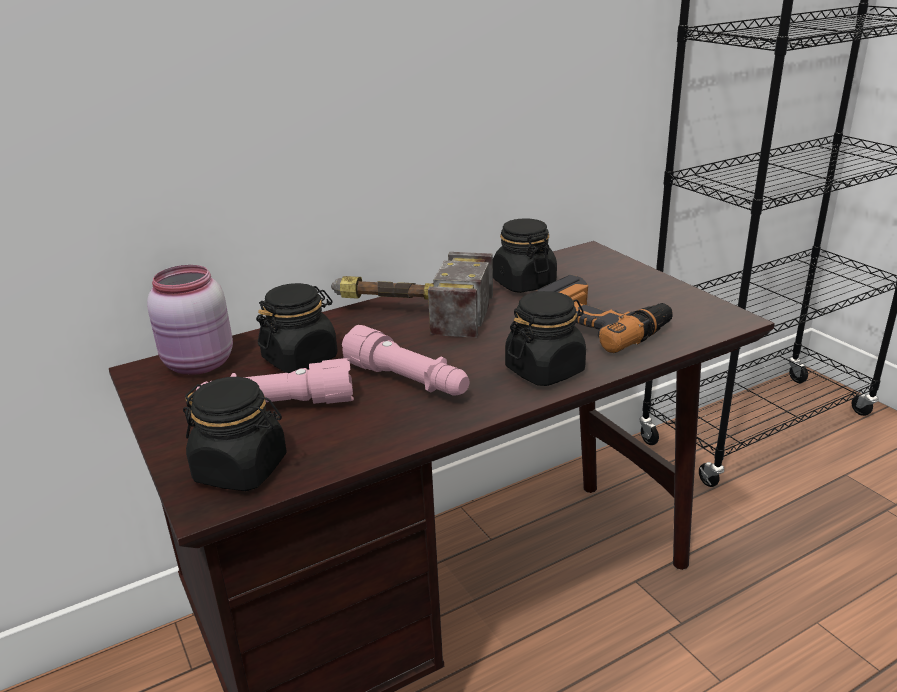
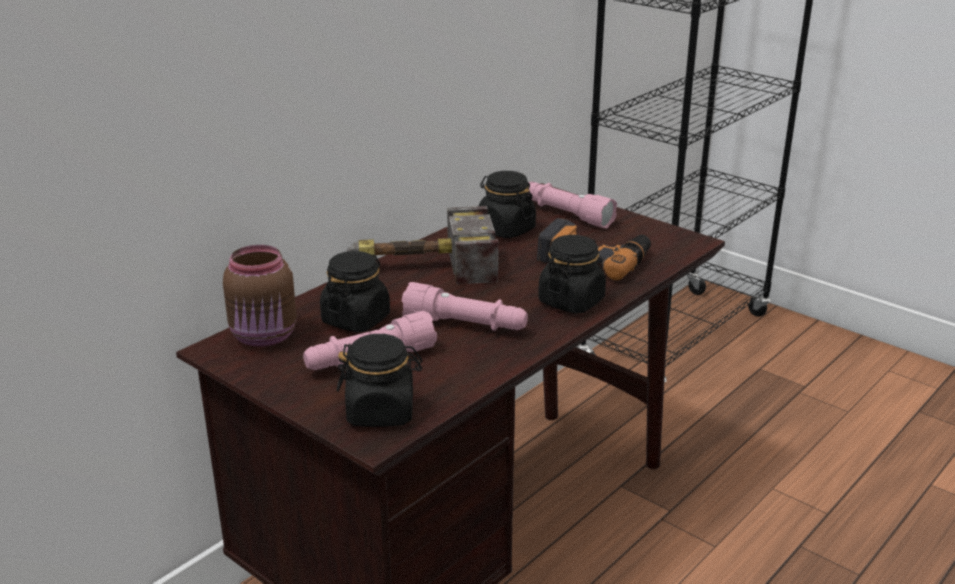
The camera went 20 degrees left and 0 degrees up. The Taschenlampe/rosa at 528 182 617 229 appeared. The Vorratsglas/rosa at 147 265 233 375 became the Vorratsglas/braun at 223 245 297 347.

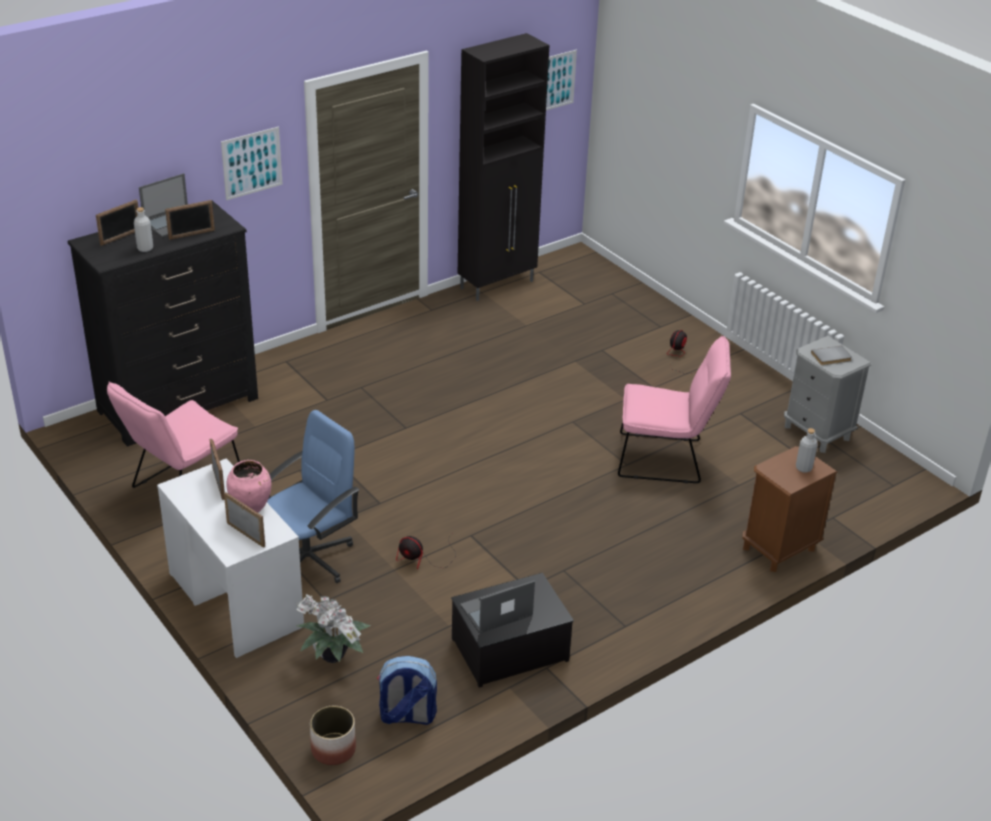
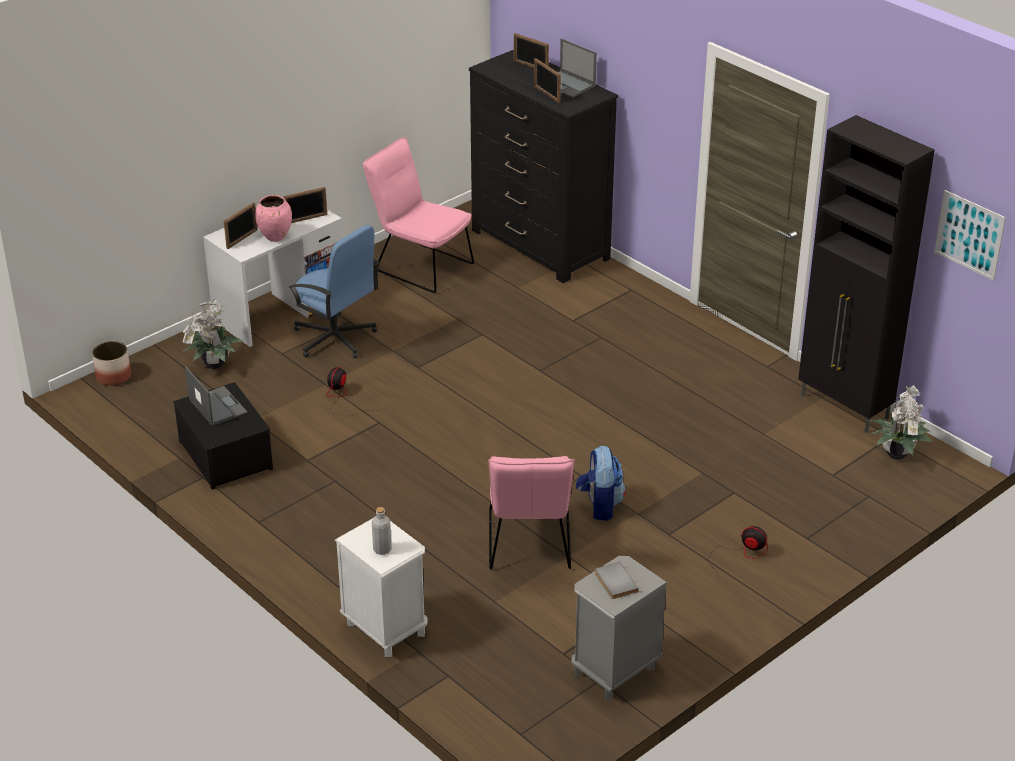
The camera went 85 degrees right and 0 degrees up. The Flasche/grau at 134 207 153 252 disappeared. The Bild at 221 127 283 200 disappeared. The Topfpflanze at 869 385 933 460 appeared. The Rucksack moved from 377 656 437 725 to 576 446 625 521. The Nachttisch/braun at 742 446 838 572 became the Nachttisch/weiß at 335 518 428 657.

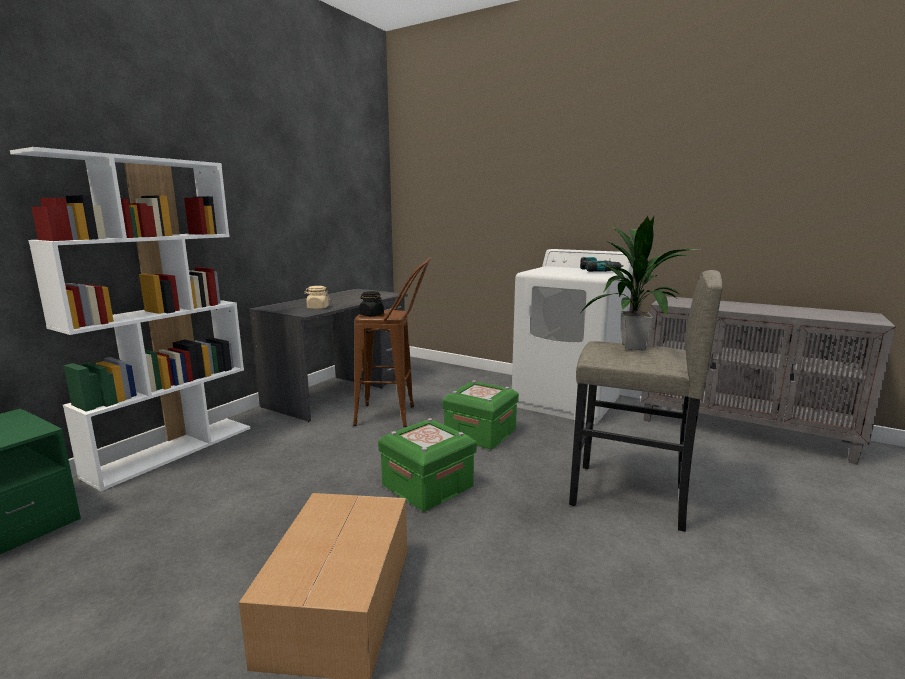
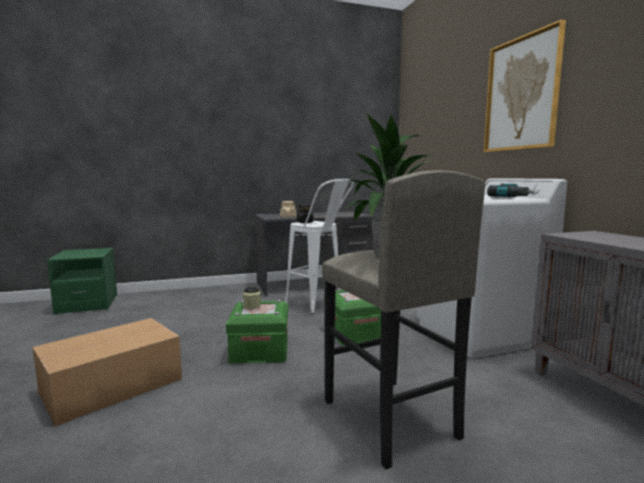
The camera went 40 degrees right and 5 degrees down. The Bücherregal/weiß at 10 147 250 491 disappeared. The Vorratsglas at 243 287 261 309 appeared. The Bild at 484 20 566 152 appeared. The Hocker/braun at 353 257 432 427 became the Hocker/weiß at 285 179 354 315.

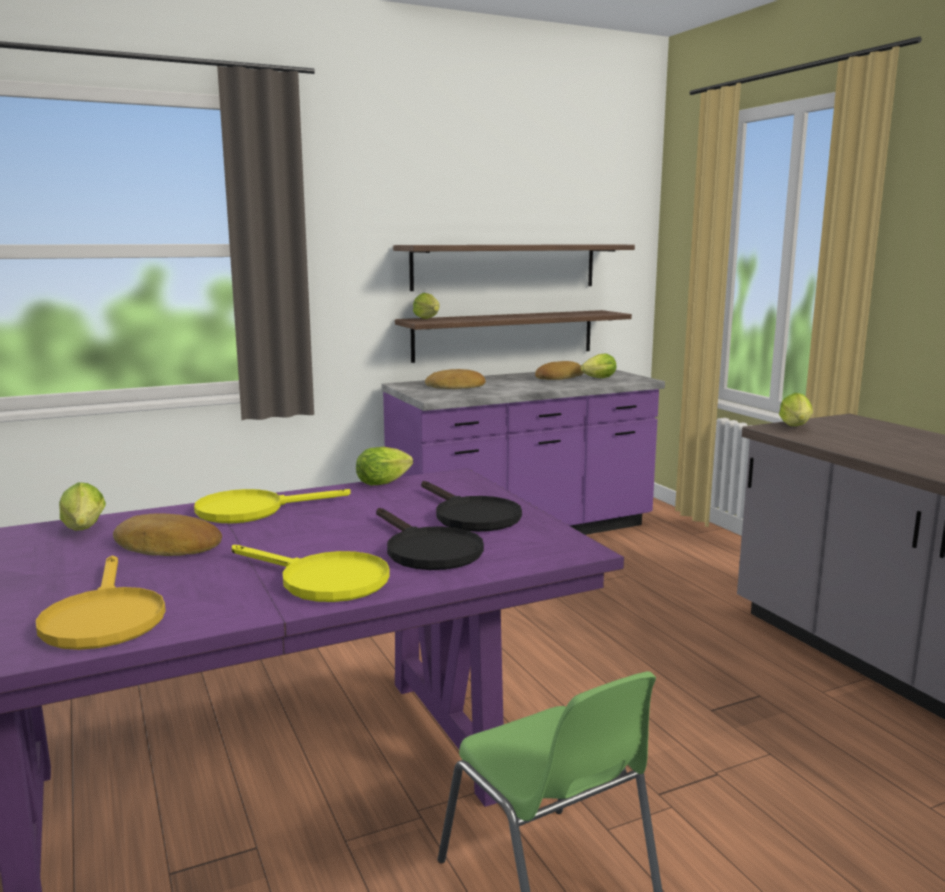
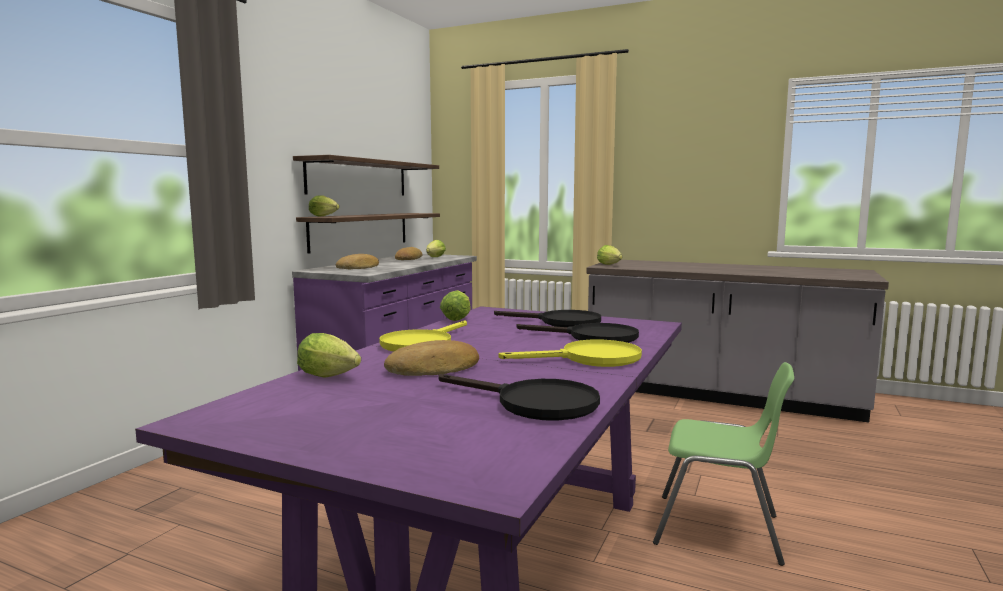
The camera went 40 degrees left and 5 degrees down. The Pfanne/gelb at 36 556 166 650 became the Pfanne/schwarz at 439 374 600 421.

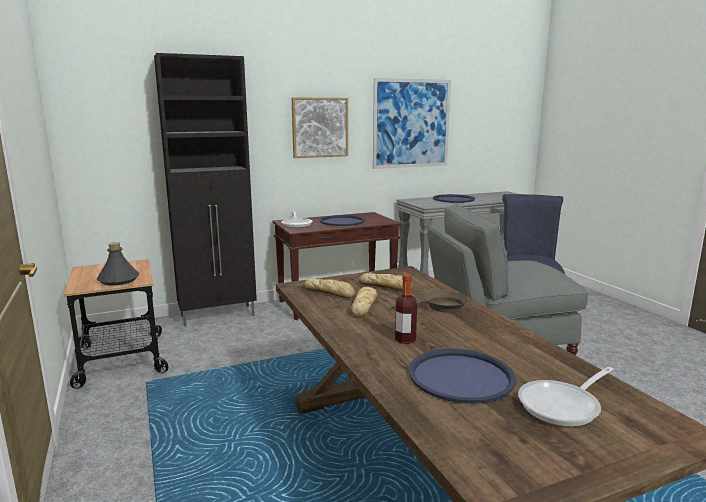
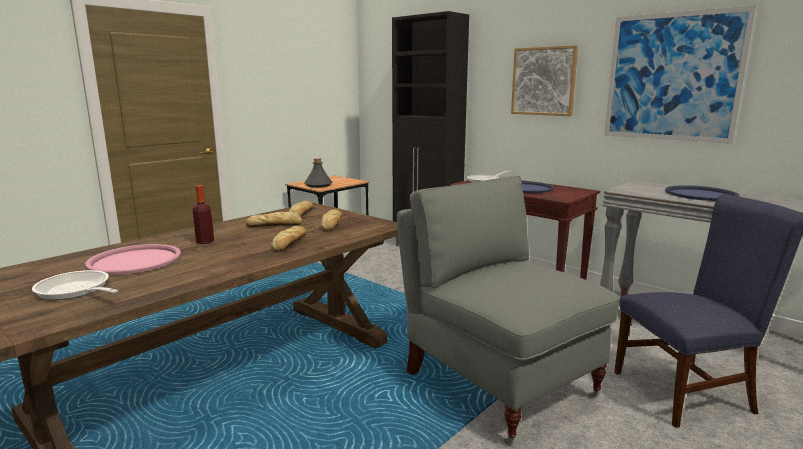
The camera went 65 degrees right and 0 degrees up. The Pfanne/braun at 392 290 468 313 was replaced by the Brot at 271 226 306 252. The Tablett/blau at 408 349 516 404 became the Tablett/rosa at 85 244 181 275.

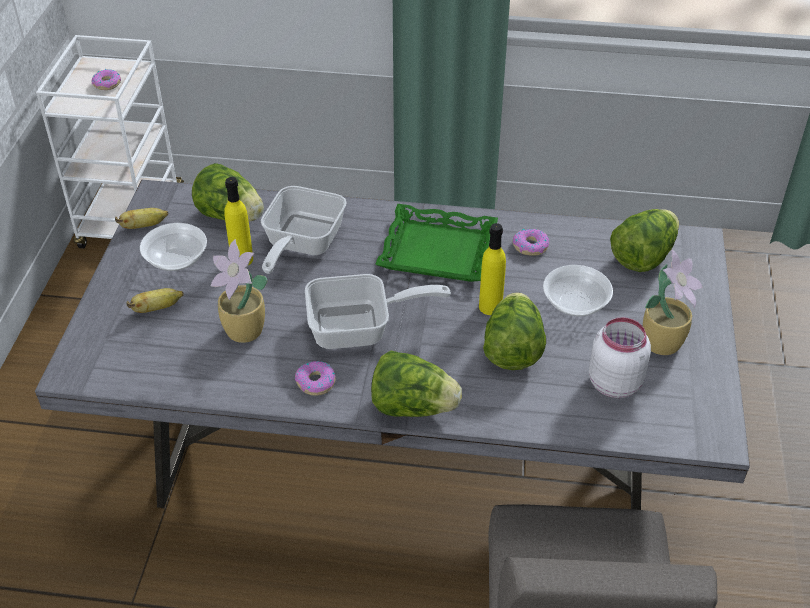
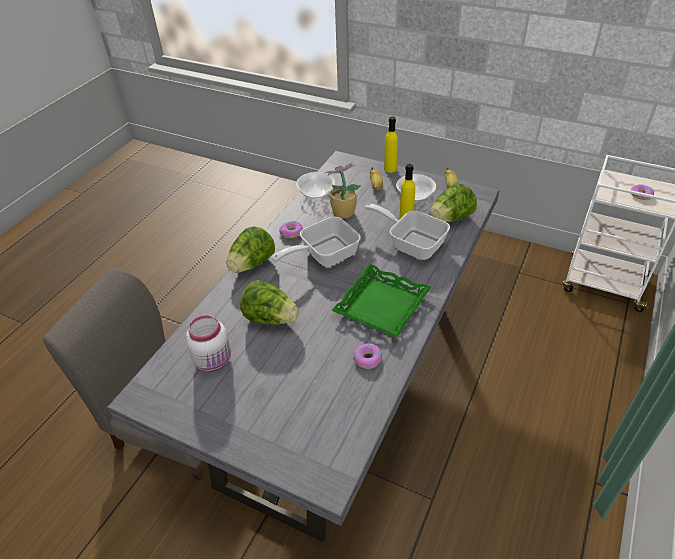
The camera went 110 degrees right and 0 degrees up. The Salatkopf at 610 209 679 272 disappeared. The Topfpflanze at 643 249 703 355 disappeared. The Flasche/gelb moved from 479 223 506 315 to 384 117 398 173. The Schüssel moved from 543 265 613 317 to 296 172 335 198. The Pfanne at 305 274 451 349 turned 45 degrees clockwise.

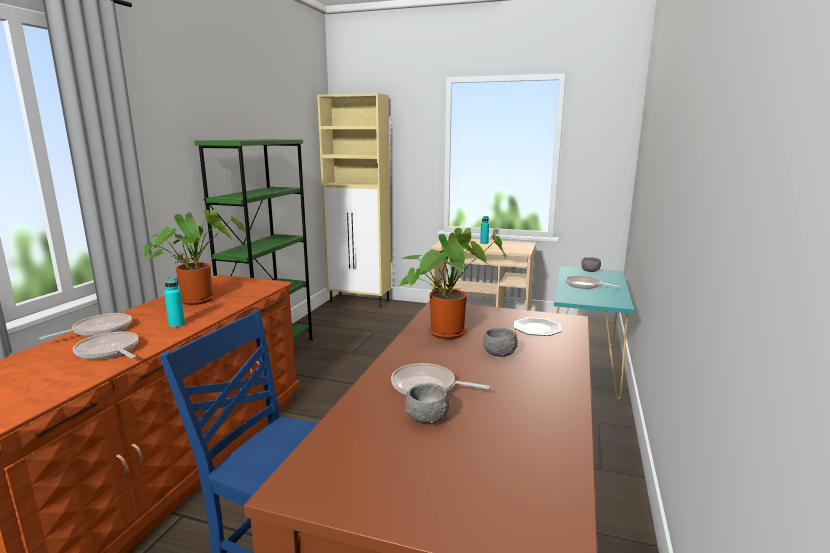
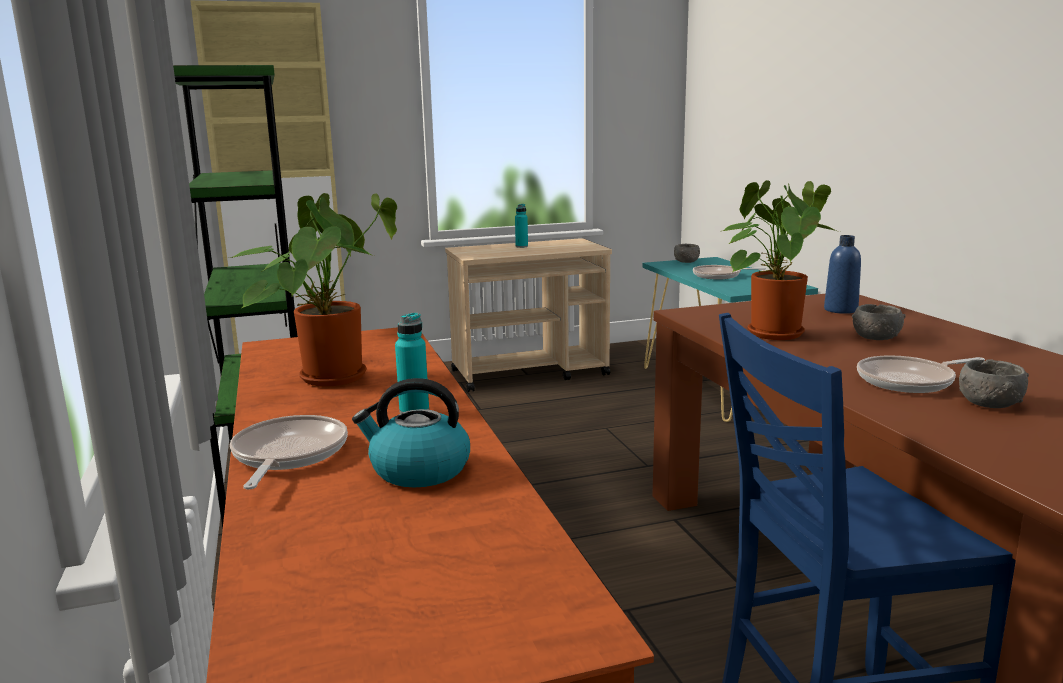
The camera went 35 degrees left and 0 degrees up. The Pfanne at 73 331 139 360 was replaced by the Wasserkessel at 352 378 470 487. The Teller at 514 317 562 336 was replaced by the Flasche/blau at 824 235 861 314.

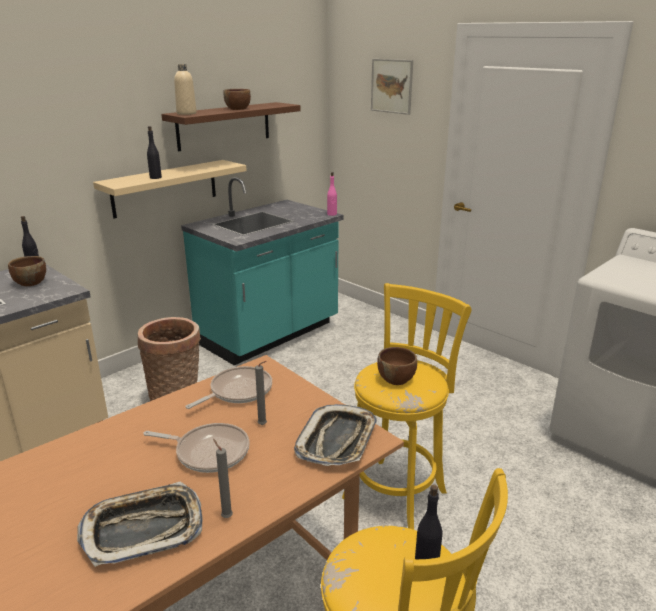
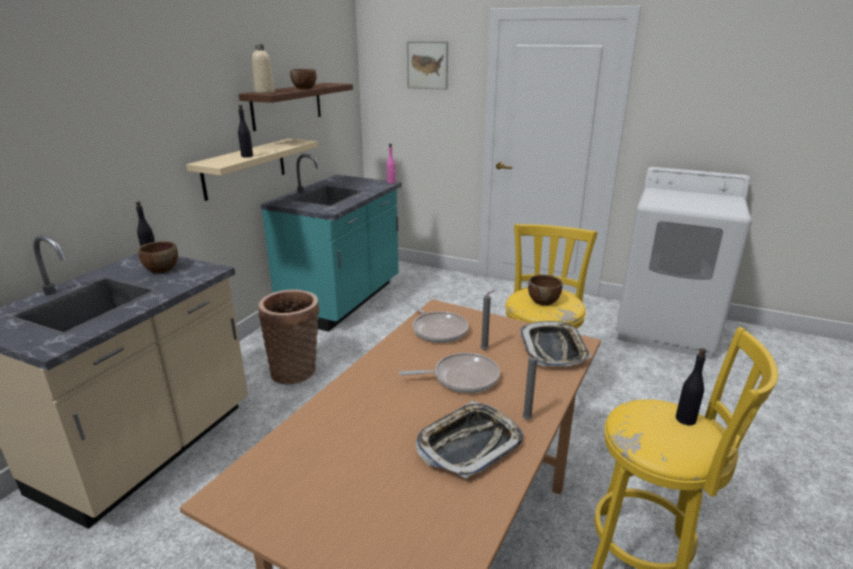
The camera went 20 degrees left and 0 degrees up. The Pfanne at 186 366 272 409 turned 120 degrees clockwise.

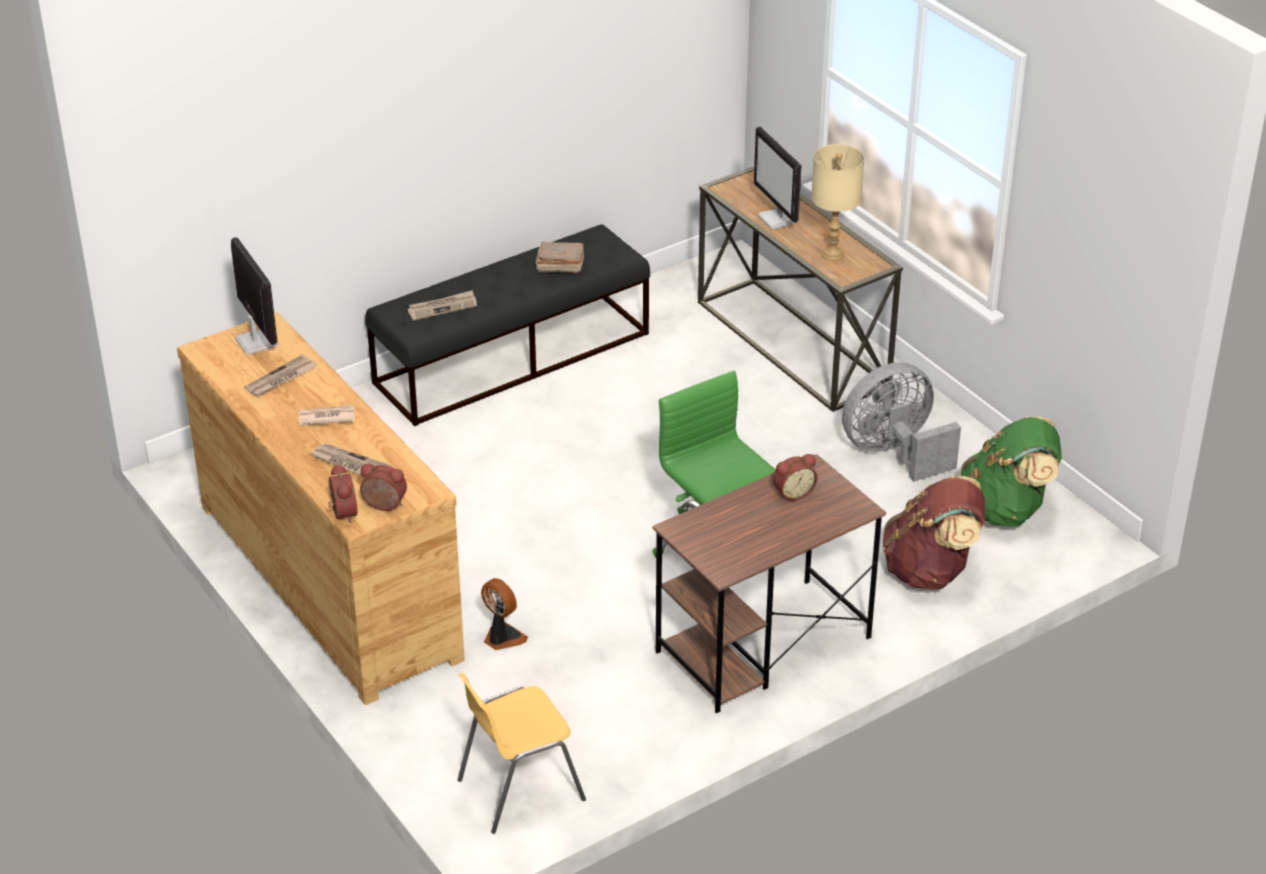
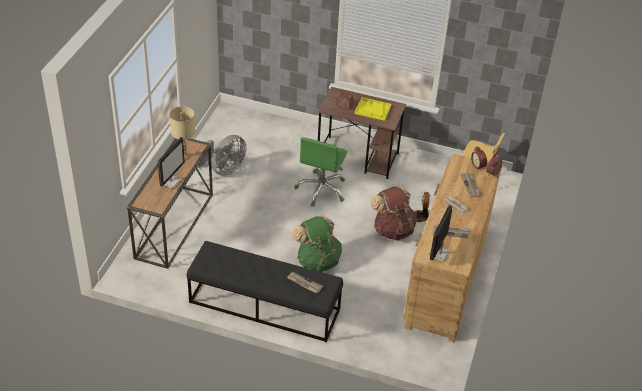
The camera went 130 degrees left and 5 degrees up. The Buch/braun at 536 242 584 273 disappeared. The Tablett/gelb at 355 97 391 121 appeared. The Rucksack/braun moved from 883 476 985 590 to 371 186 417 240. The Rucksack/grün moved from 961 416 1062 526 to 293 215 342 272. The Ventilator/grau at 842 362 961 481 turned 75 degrees counterclockwise.

